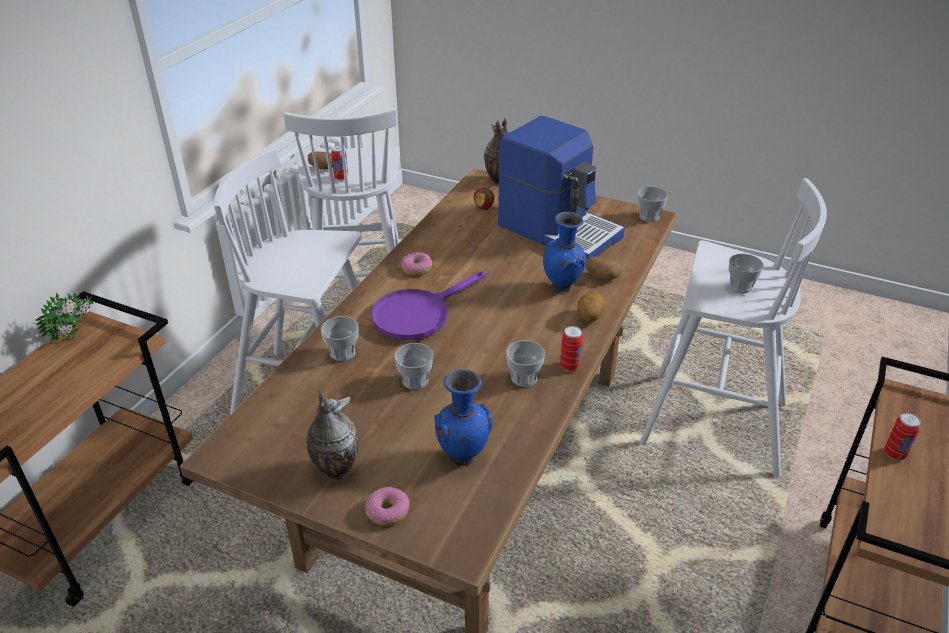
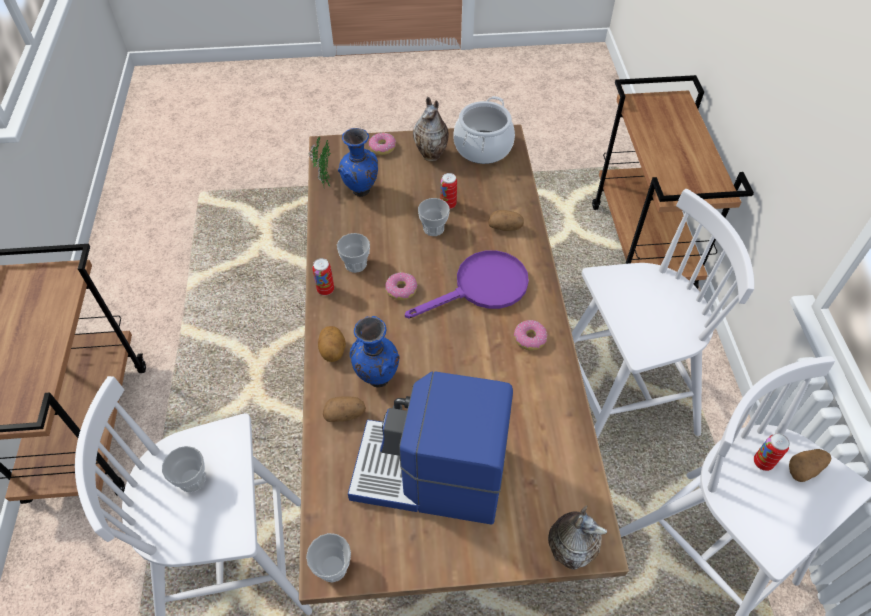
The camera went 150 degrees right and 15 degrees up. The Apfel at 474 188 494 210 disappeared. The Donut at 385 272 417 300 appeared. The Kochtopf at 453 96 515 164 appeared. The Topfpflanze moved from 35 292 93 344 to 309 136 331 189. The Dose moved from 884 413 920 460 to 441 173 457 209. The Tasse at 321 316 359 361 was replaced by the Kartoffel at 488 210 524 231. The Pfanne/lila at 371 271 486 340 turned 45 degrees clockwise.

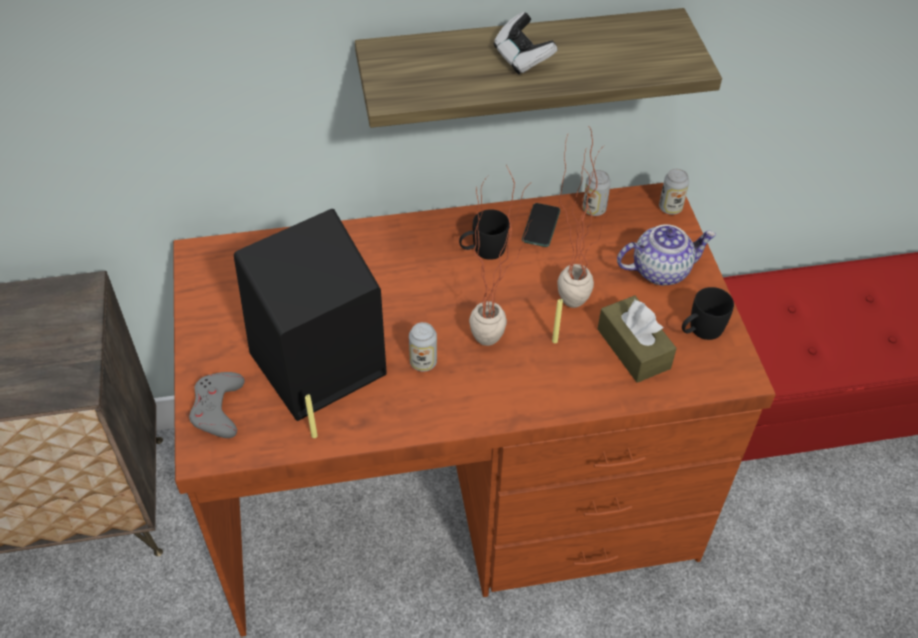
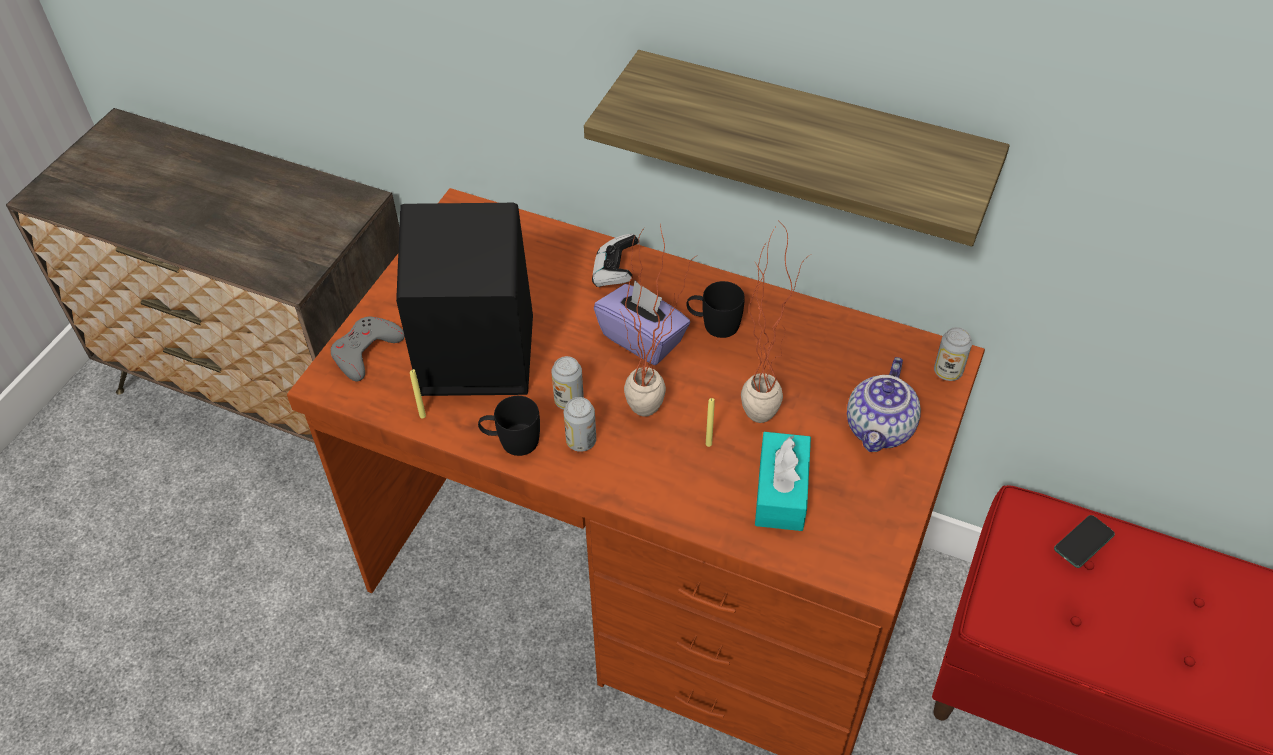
The camera went 35 degrees right and 0 degrees up. The Taschentuchbox/lila at 594 281 690 365 appeared. The Gamepad moved from 494 12 558 75 to 592 234 639 287. The Handy moved from 522 203 560 247 to 1054 515 1115 568. The Dose moved from 583 170 611 216 to 564 397 596 452. The Henkelbecher/schwarz moved from 682 287 734 340 to 478 396 540 456. The Taschentuchbox/braun at 598 296 677 383 became the Taschentuchbox/türkis at 755 432 811 531. The Teekanne at 617 224 716 285 turned 90 degrees clockwise.

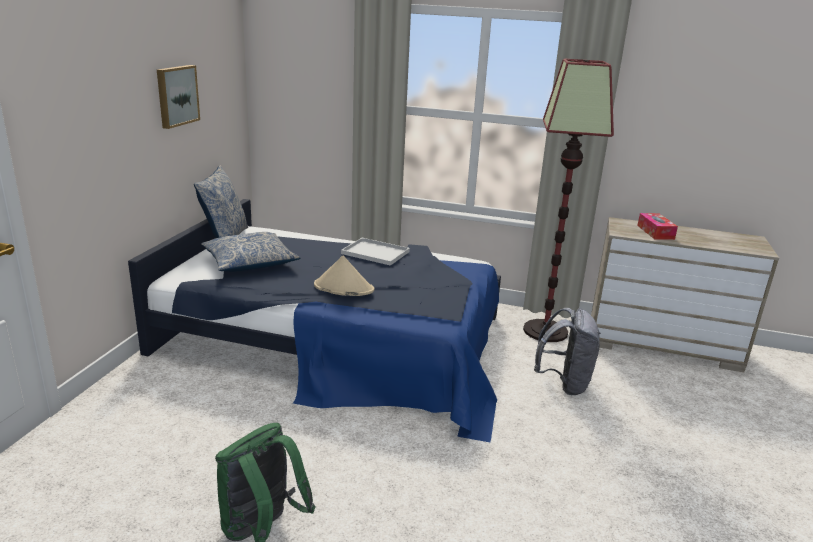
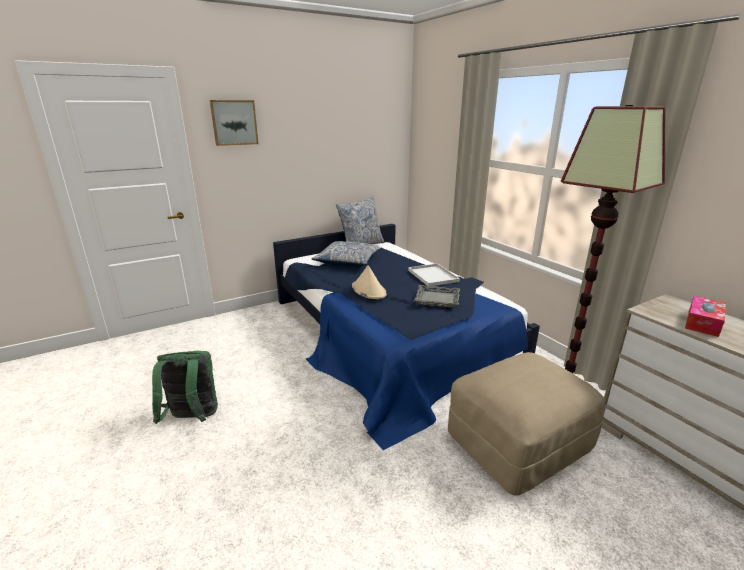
The camera went 45 degrees right and 0 degrees up. The Tablett/grau at 414 285 460 308 appeared. The Bild moved from 157 65 200 129 to 210 100 259 146. The Rucksack/grau at 534 308 601 395 was replaced by the Polsterhocker/beige at 448 352 605 496.

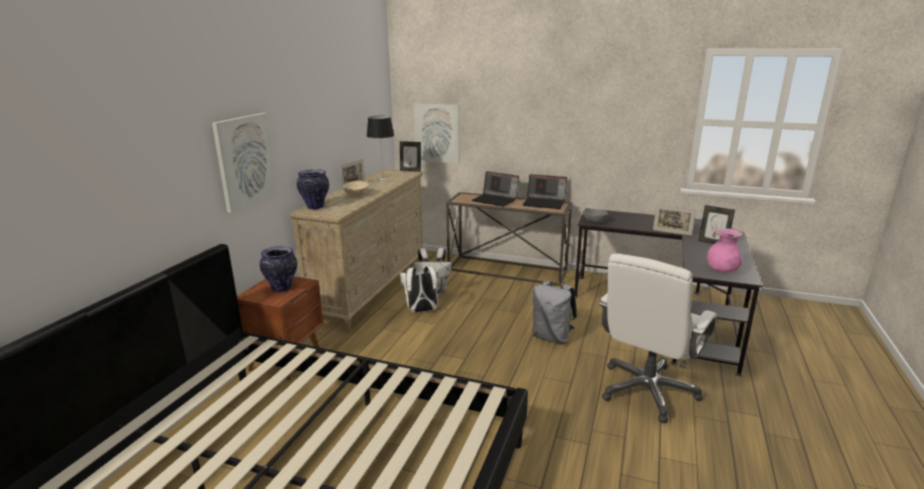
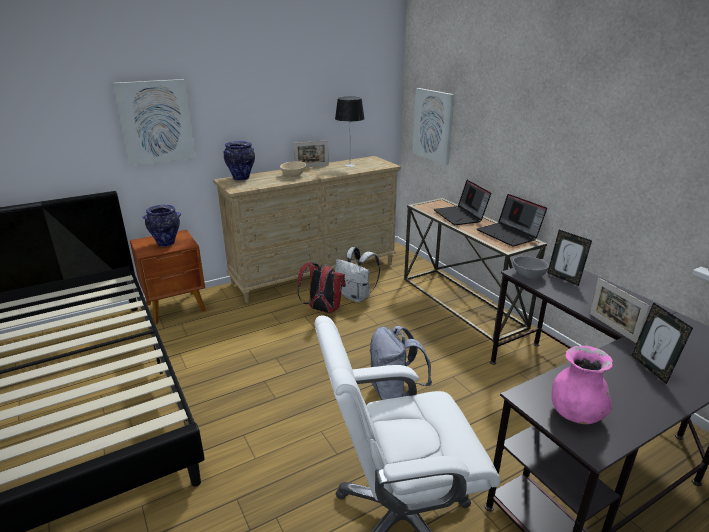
The camera went 40 degrees right and 5 degrees up. The Bilderrahmen moved from 400 141 421 172 to 547 230 592 286. The Rucksack/weiß at 400 266 439 313 became the Rucksack/rot at 297 262 346 313.

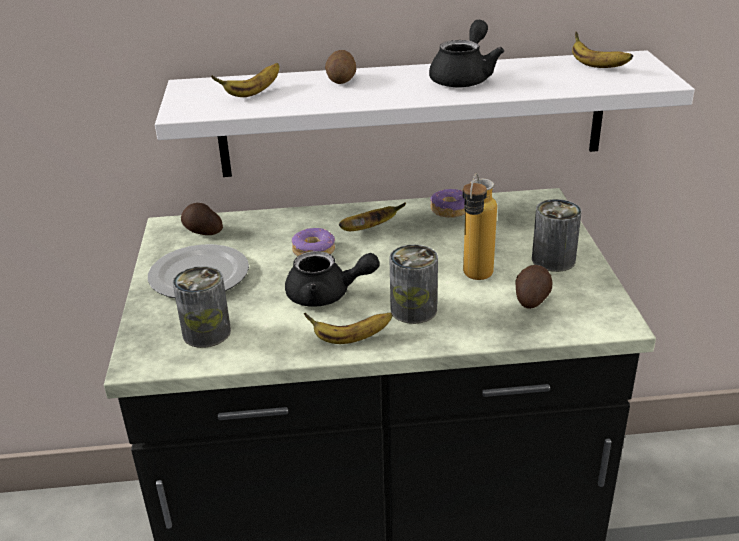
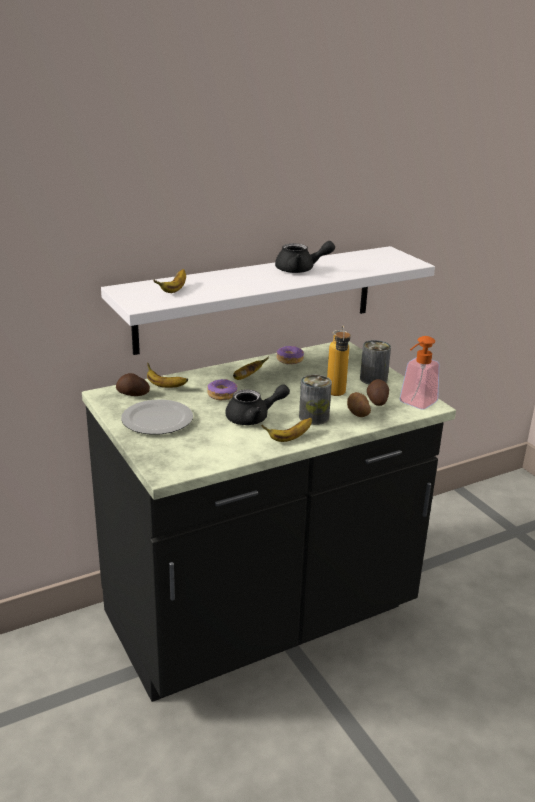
The camera went 25 degrees left and 5 degrees down. The Dose at 173 266 231 348 disappeared. The Seifenspender at 400 336 439 410 appeared. The Kartoffel moved from 325 50 356 84 to 347 392 371 417. The Banane moved from 572 32 633 68 to 147 363 188 388. The Teekanne/schwarz at 429 19 504 87 turned 90 degrees clockwise.

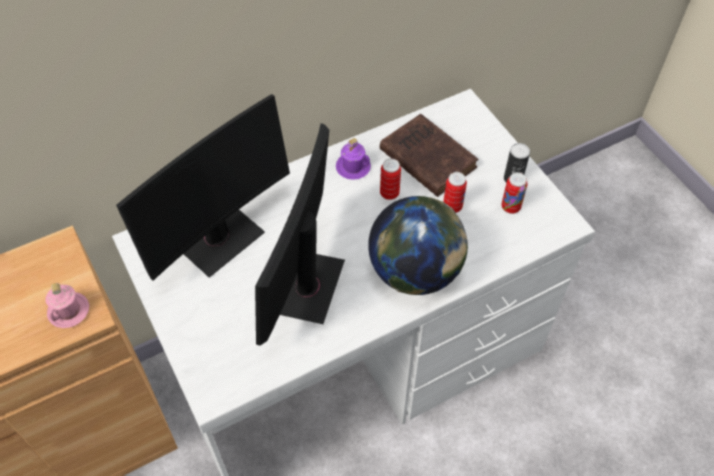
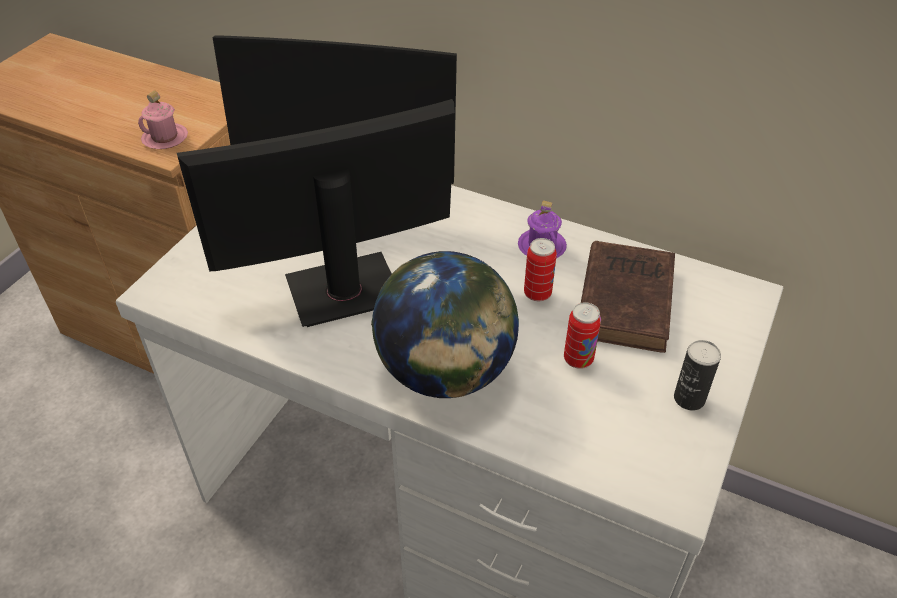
The camera went 55 degrees right and 10 degrees down. The Dose at 501 172 528 214 disappeared.

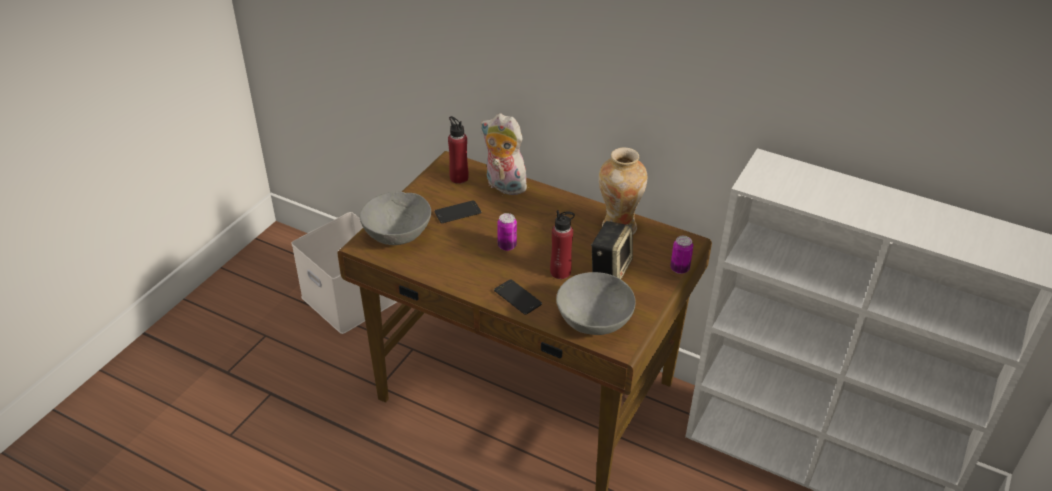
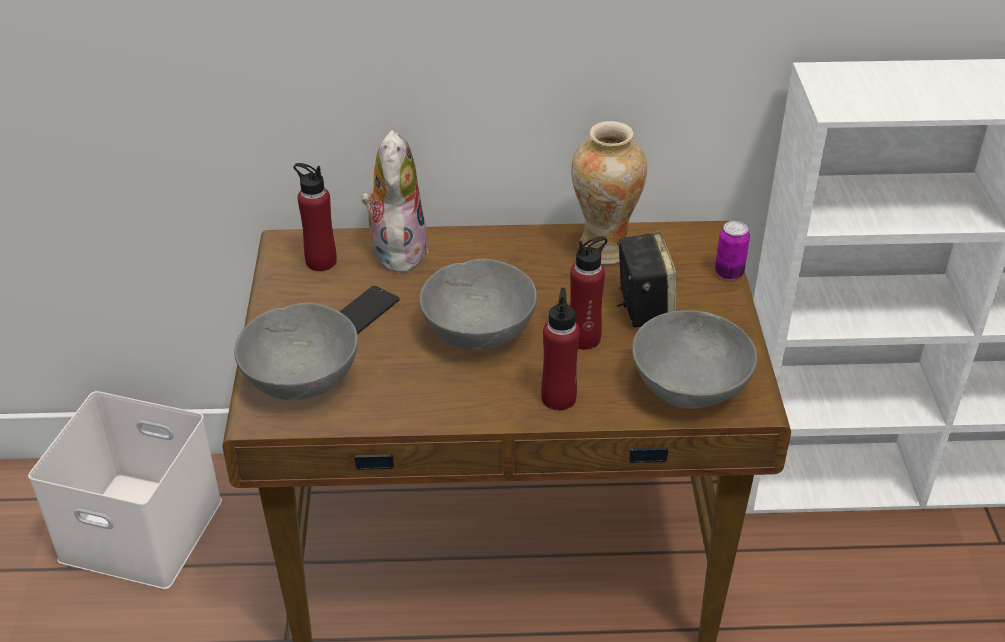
The camera went 30 degrees left and 0 degrees up. The Handy at 494 279 542 315 was replaced by the Flasche/rot at 541 288 580 411. The Dose at 497 213 517 251 was replaced by the Schüssel/grau at 419 259 537 350. The Plüschtier at 481 113 532 195 turned 90 degrees clockwise.

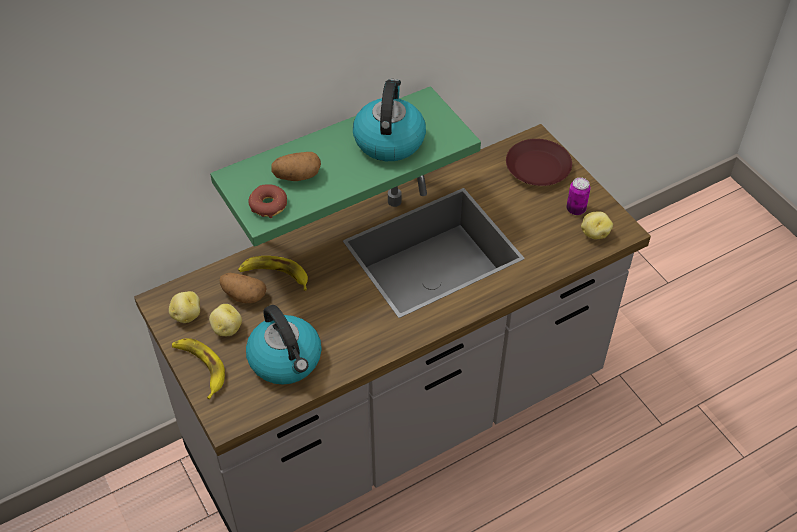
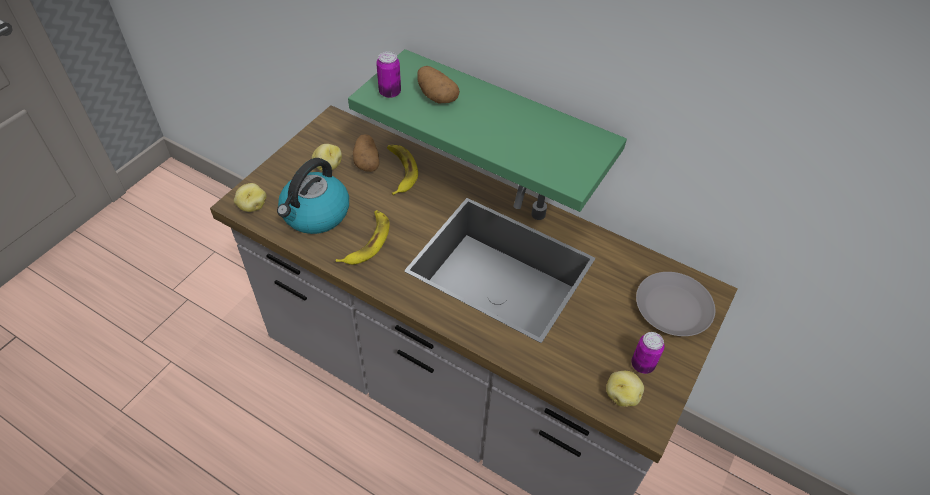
The camera went 60 degrees right and 0 degrees up. The Wasserkessel at 353 79 426 161 disappeared. The Kartoffel moved from 169 291 200 323 to 234 183 267 212. The Banane moved from 172 338 225 399 to 336 210 390 265. The Donut at 248 184 287 218 was replaced by the Dose at 376 51 401 98. The Teller/braun at 506 139 572 186 became the Teller/grau at 636 272 715 336.

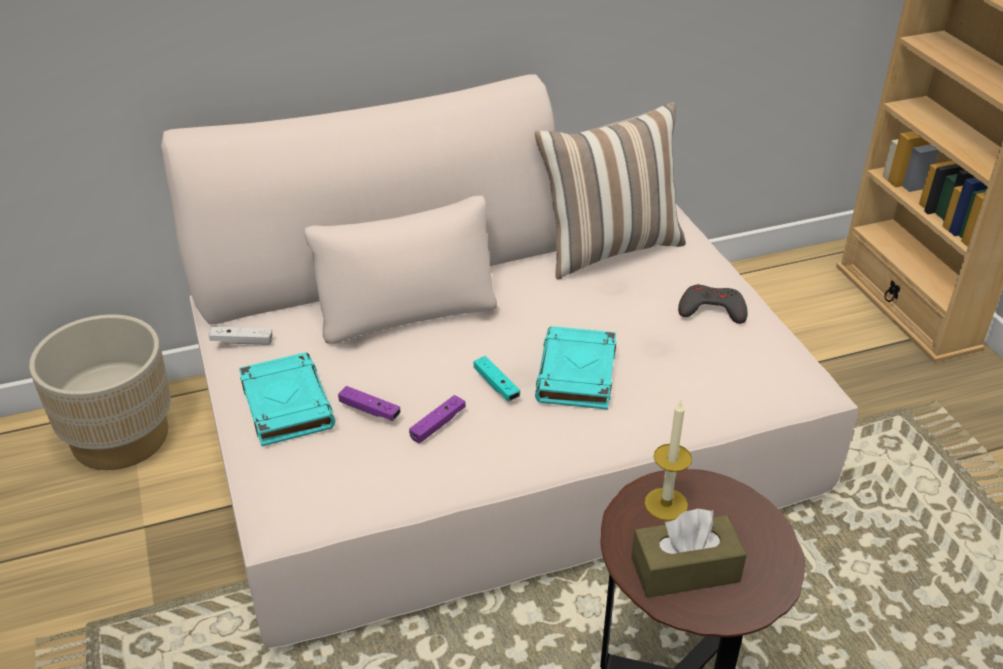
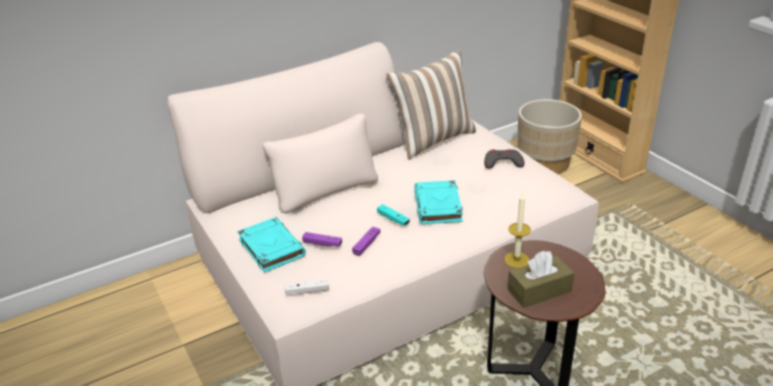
The camera went 10 degrees left and 5 degrees down. The Pflanzkübel/beige moved from 29 314 171 470 to 517 99 582 174. The Gamepad/weiß moved from 209 327 272 345 to 285 279 329 294.

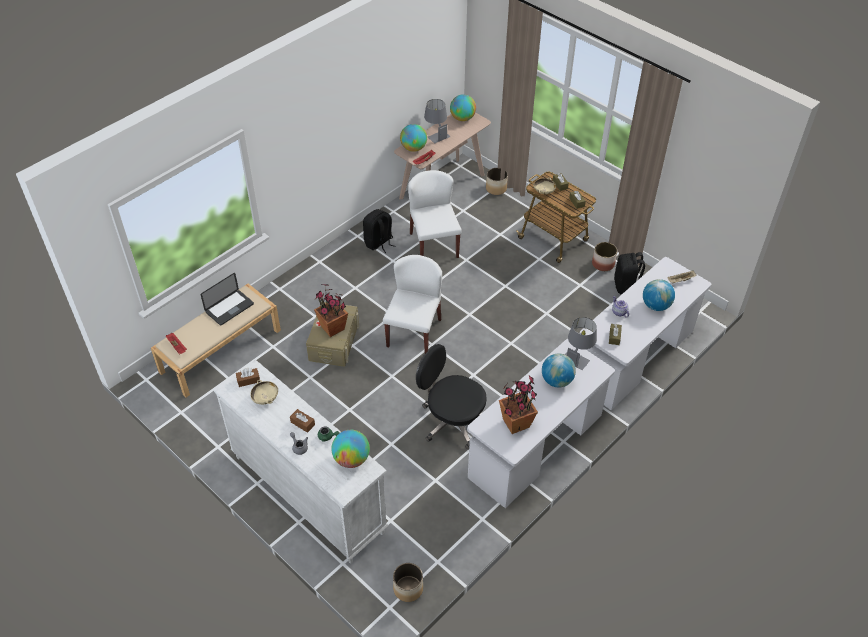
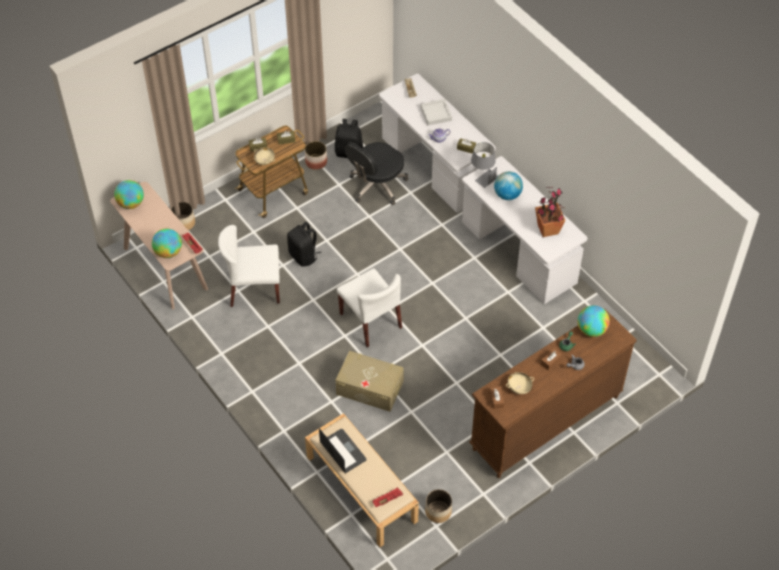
The camera went 80 degrees left and 5 degrees up. The Topfpflanze at 314 284 348 337 disappeared. The Tischlampe/grau at 424 99 450 143 disappeared. The Rucksack/schwarz moved from 363 209 395 253 to 287 222 321 267. The Pflanzkübel moved from 393 563 423 602 to 425 489 452 523. The Bürostuhl/schwarz moved from 416 344 487 449 to 345 142 408 205. The Globus at 643 279 675 311 was replaced by the Tablett/grau at 420 99 452 125. The Kommode/weiß at 214 360 389 563 became the Kommode/braun at 469 308 637 478. The Stuhl/weiß at 383 255 442 354 turned 150 degrees counterclockwise.

